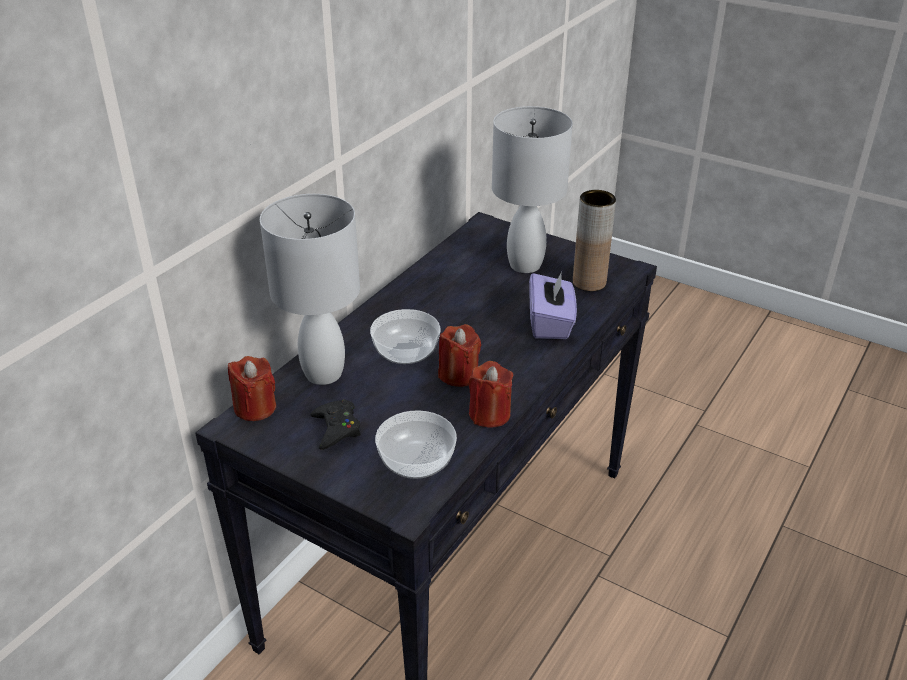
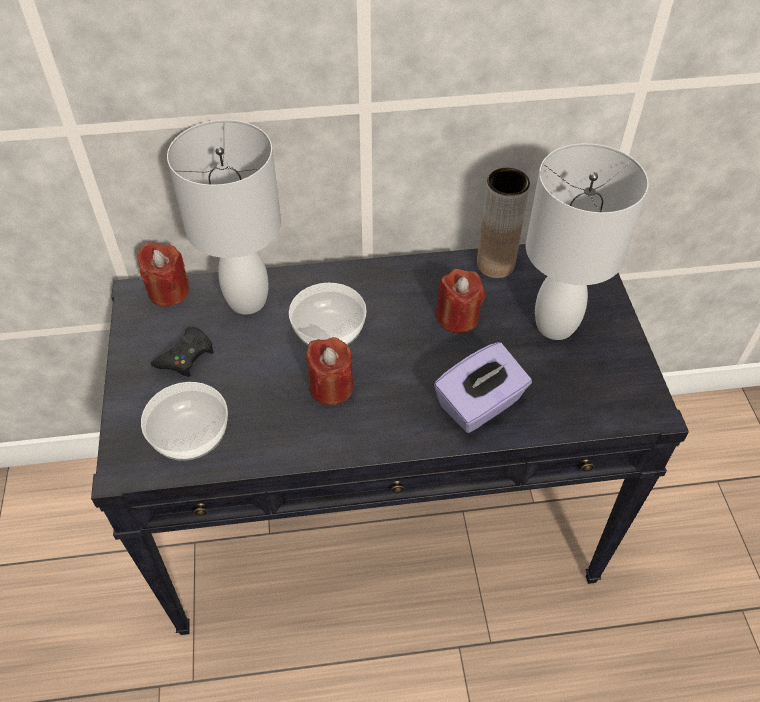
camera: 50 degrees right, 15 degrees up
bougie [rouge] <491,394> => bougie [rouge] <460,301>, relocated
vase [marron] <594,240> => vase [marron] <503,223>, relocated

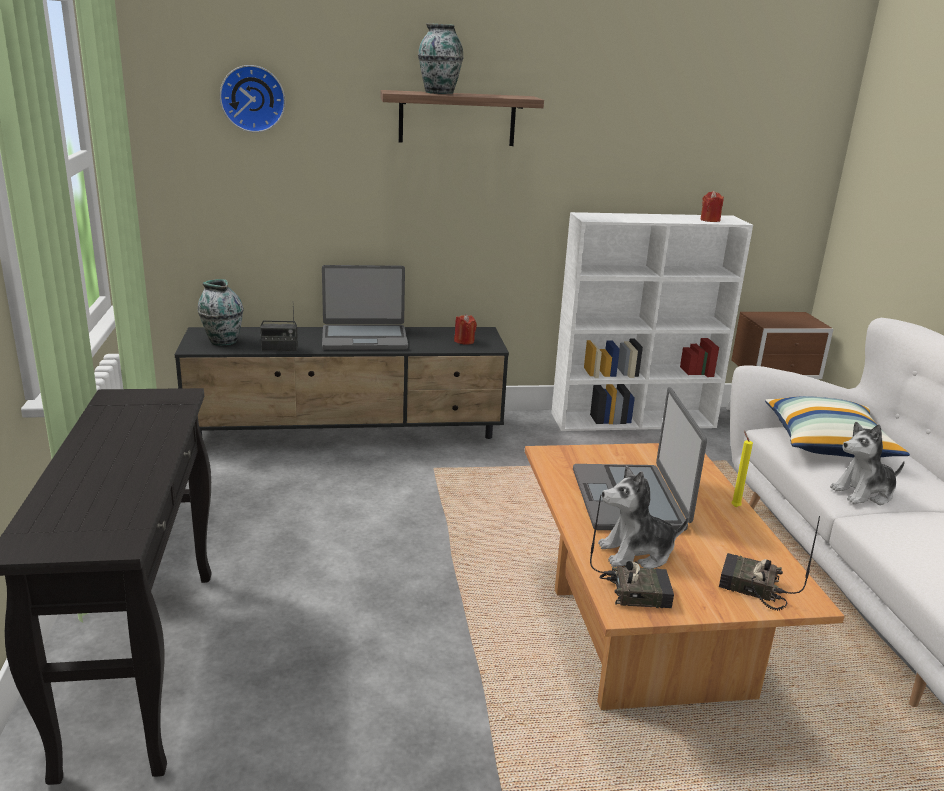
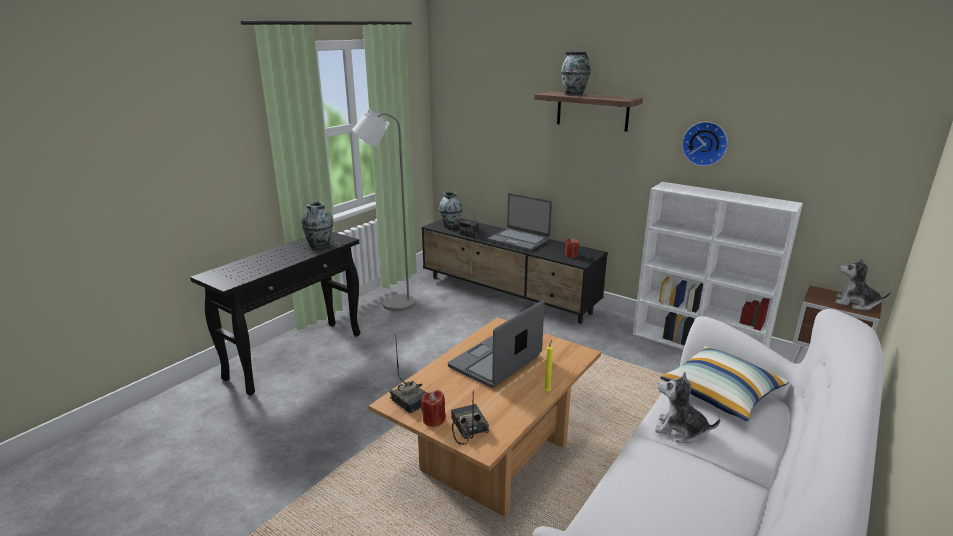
camera: 45 degrees right, 0 degrees up
nothing => vase <317,224>
nothing => lampadaire [gris] <383,209>
bougie [rouge] <712,206> => bougie [rouge] <433,408>, relocated
horloge murale <252,99> => horloge murale <705,144>, relocated
peluche <643,517> => peluche <863,284>, relocated

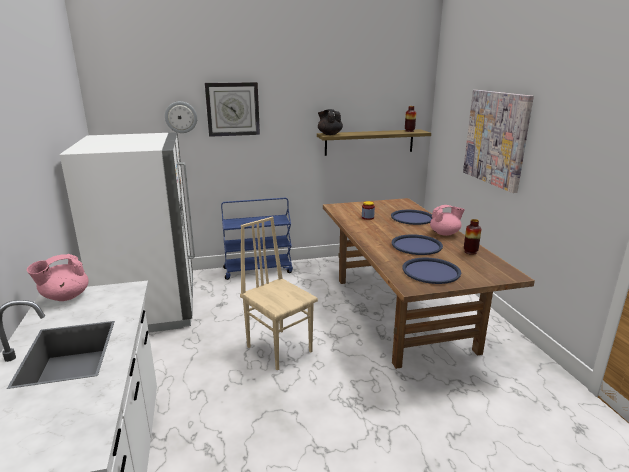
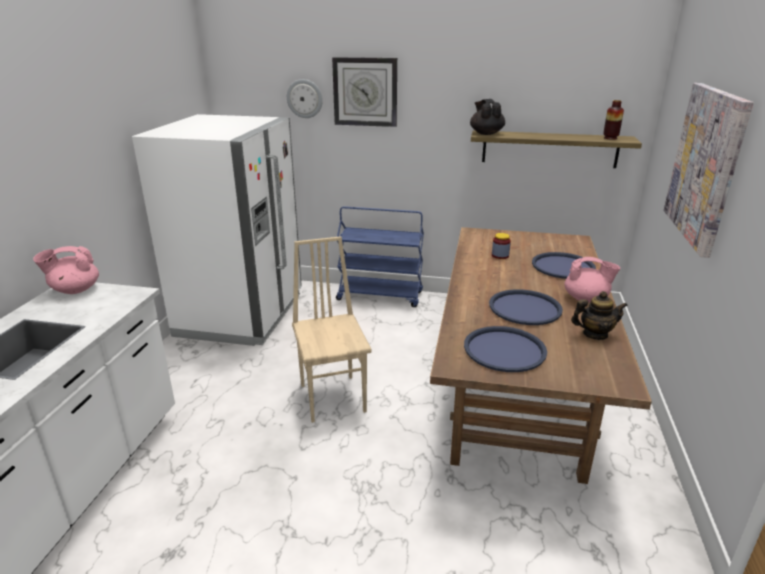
camera: 25 degrees right, 5 degrees up
vase <472,237> => théière <599,315>

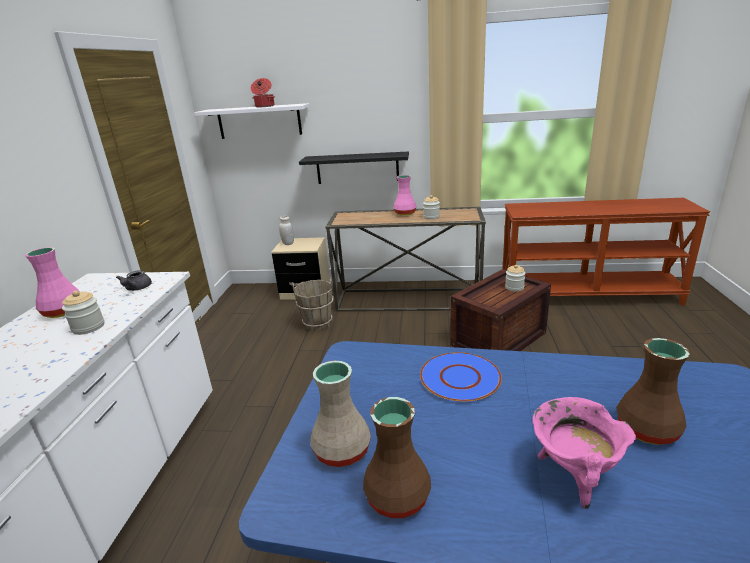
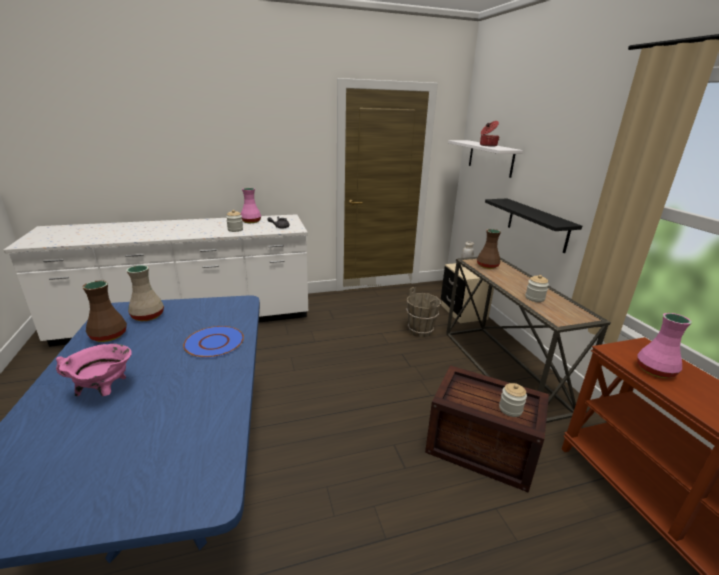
camera: 65 degrees right, 0 degrees up
vase [marron] <653,391> => vase [marron] <489,249>, relocated
vase [rose] <404,195> => vase [rose] <664,345>, relocated

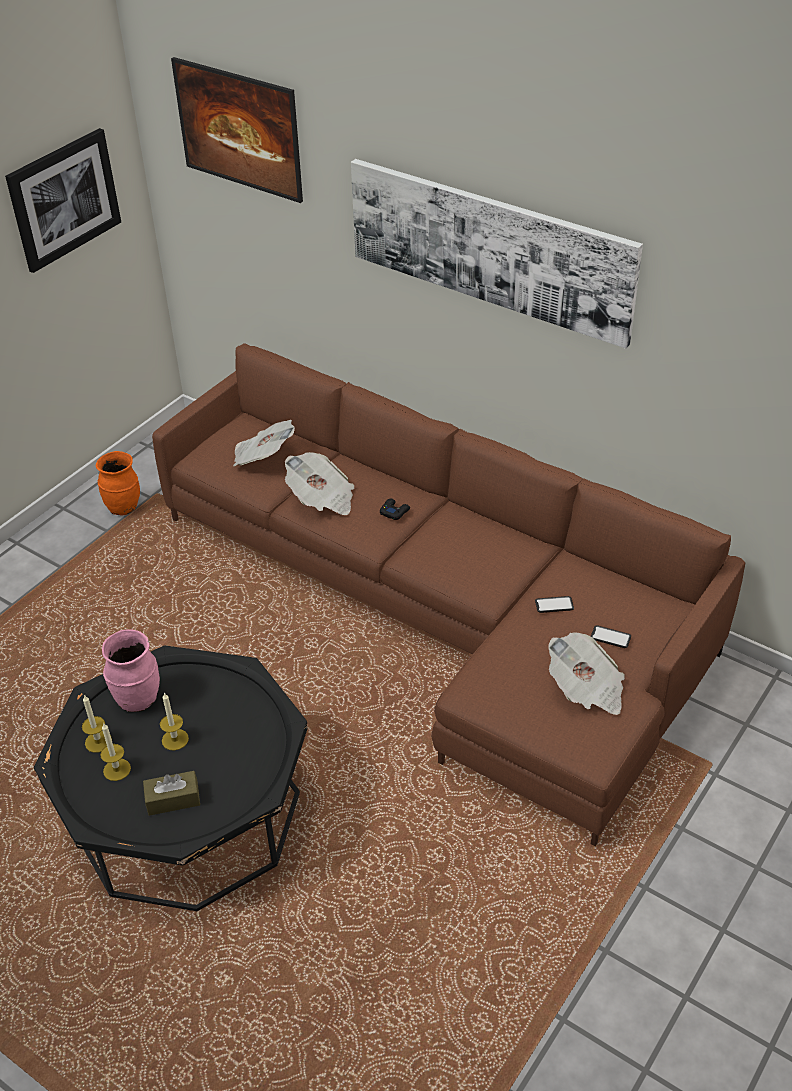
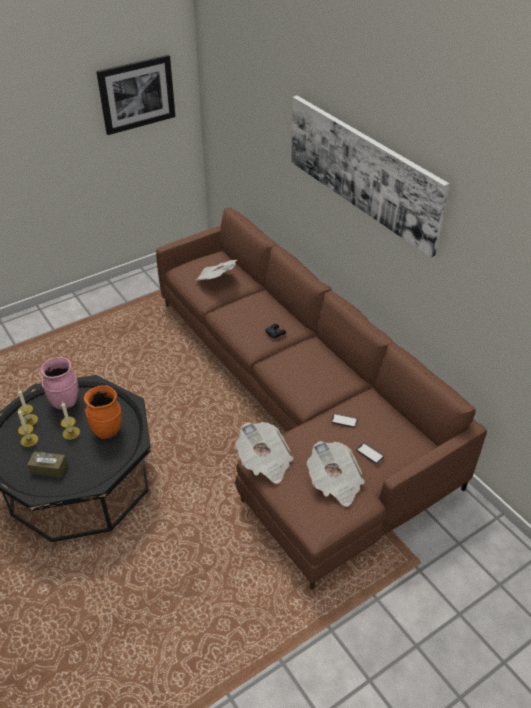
camera: 20 degrees right, 0 degrees up
vase [orange] <118,483> => vase [orange] <103,412>, relocated
journal <319,483> => journal <264,453>, relocated
tableau <237,130> => nothing

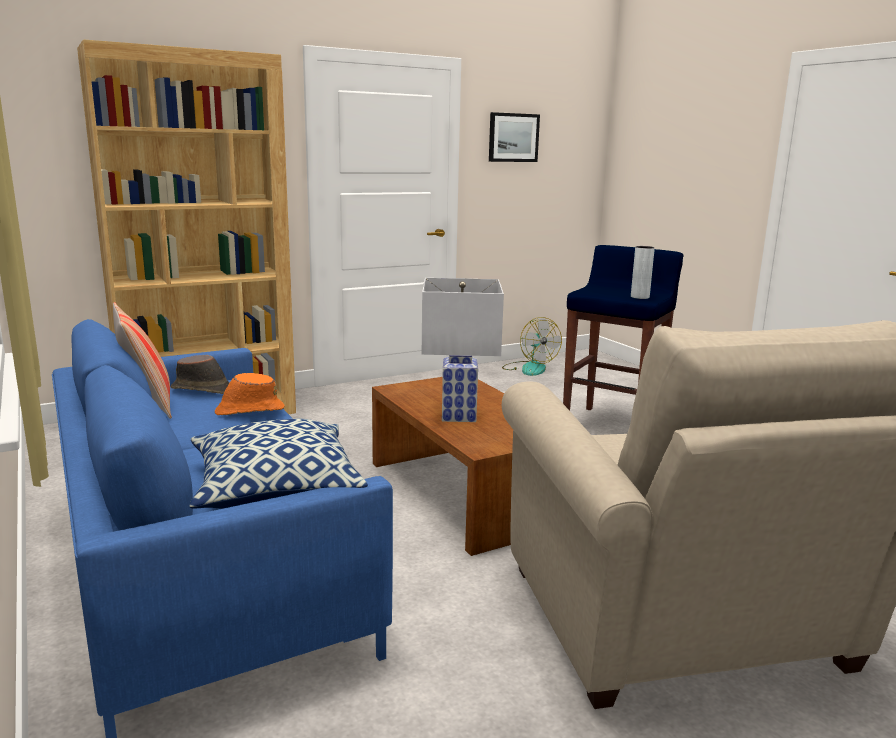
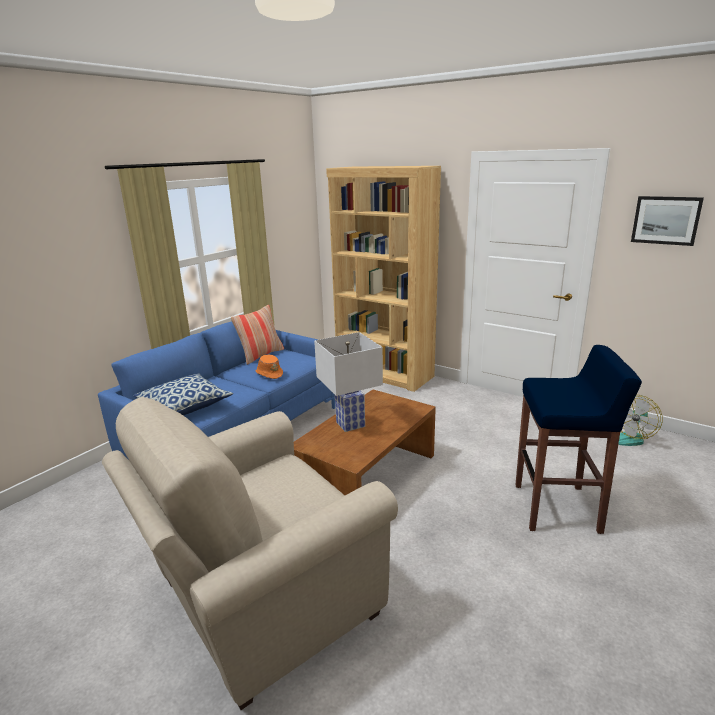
camera: 65 degrees right, 5 degrees up
chapeau [marron] <200,374> => nothing
vase [gris] <643,272> => nothing

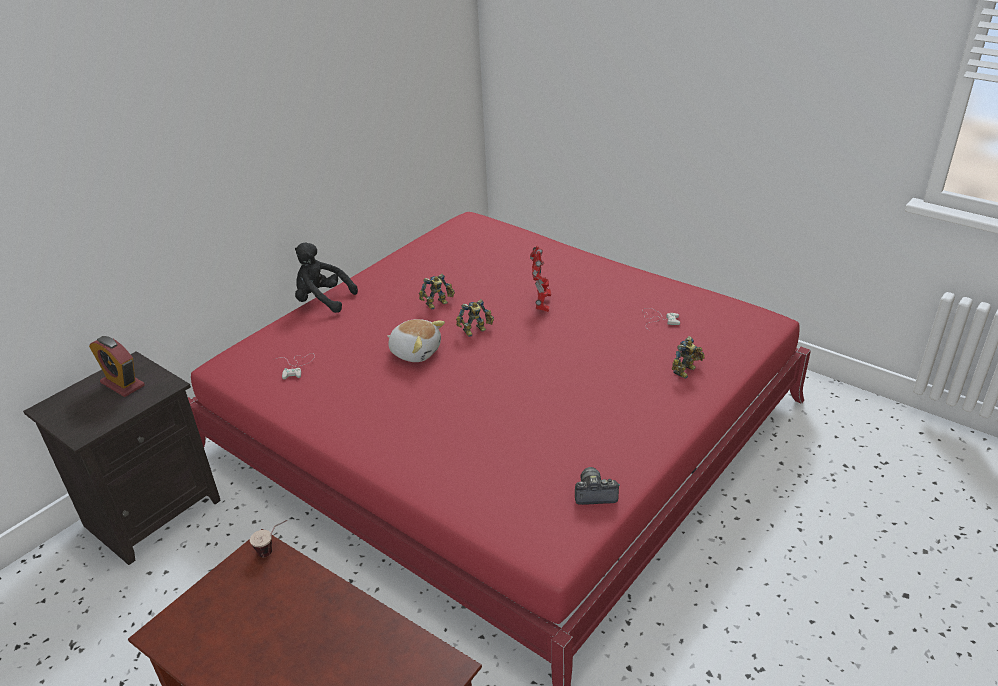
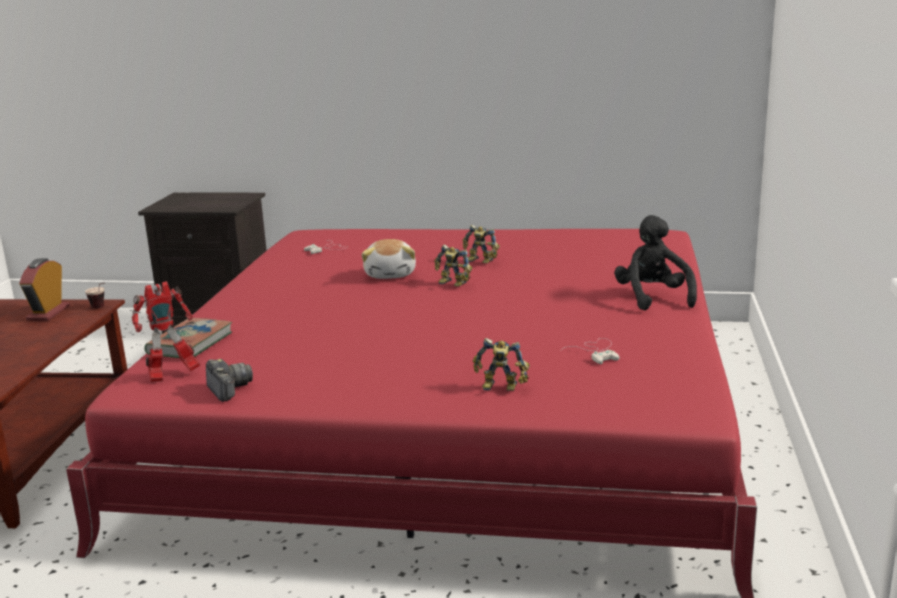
camera: 60 degrees right, 15 degrees down
réveil <117,366> => réveil <44,289>, relocated
robot jouet <540,278> => robot jouet <166,331>, relocated
nothing => livre <188,338>
peluche [noir] <326,278> => peluche [noir] <655,262>, relocated

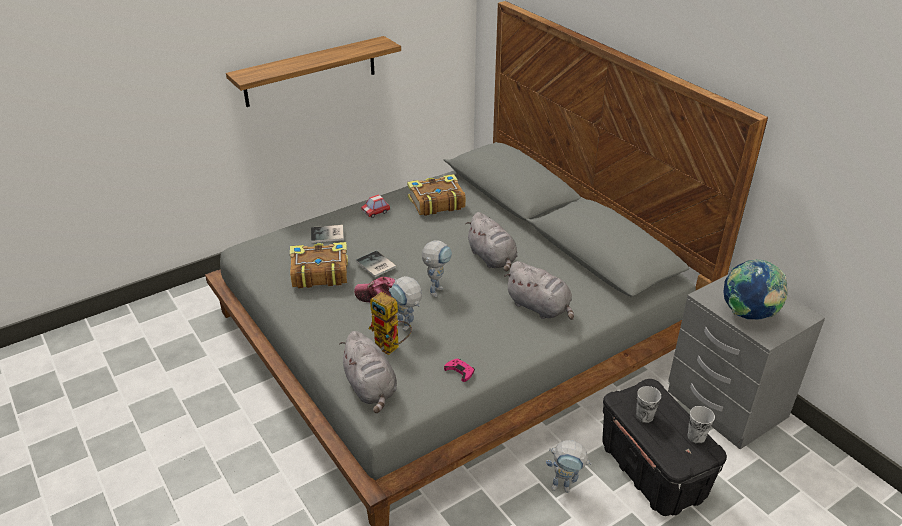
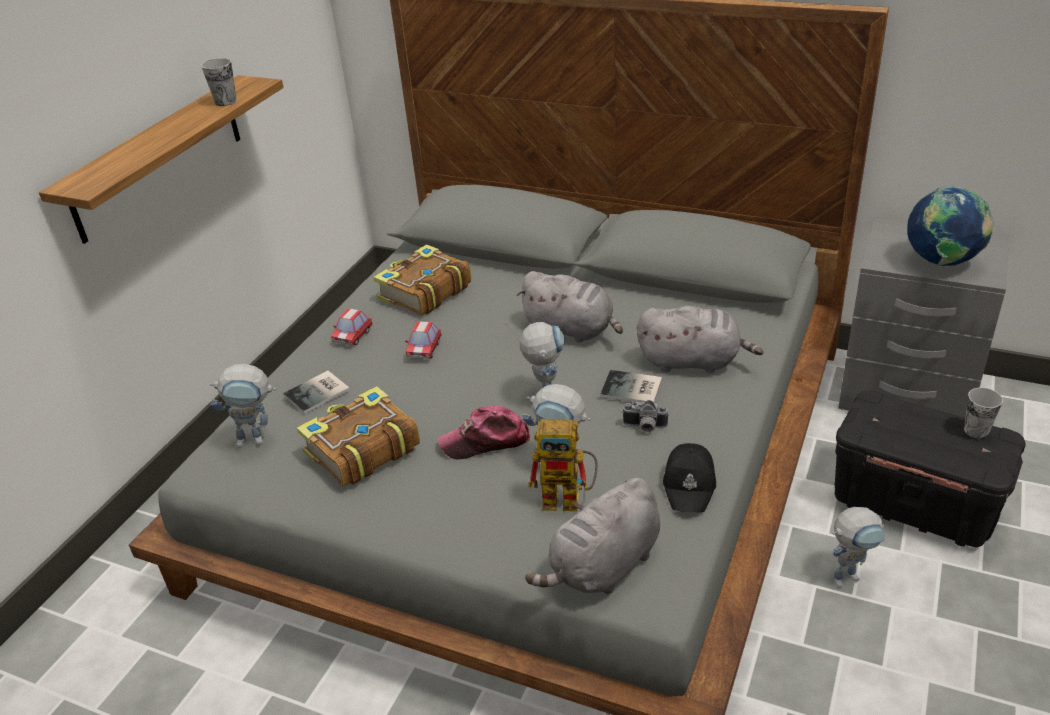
camera: 30 degrees left, 0 degrees up
tasse <648,404> => tasse <219,82>, relocated
nothing => robot jouet <243,406>
nothing => petite voiture <423,340>
peluche [gris] <368,372> => peluche [gris] <592,536>, 105 degrees clockwise
livre <376,264> => livre <631,386>, relocated
nothing => appareil photo <645,416>
manette [rose] <459,370> => casquette [noir] <689,477>

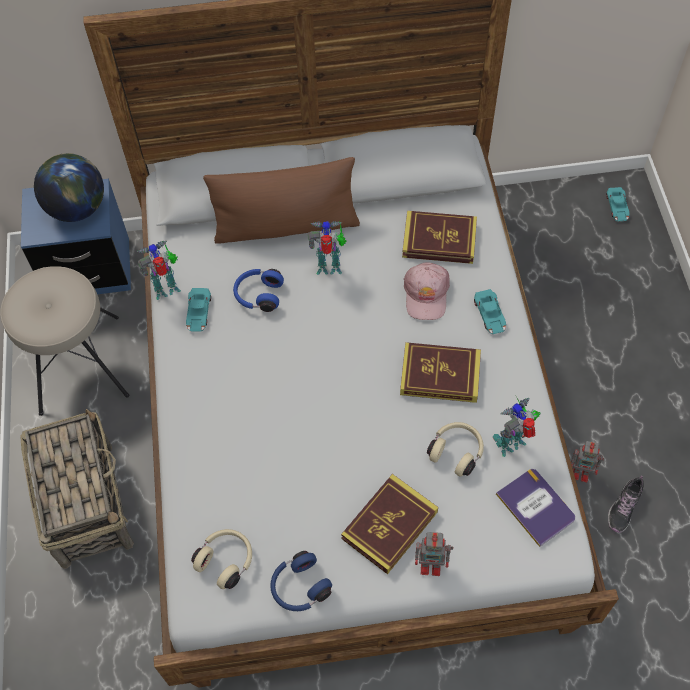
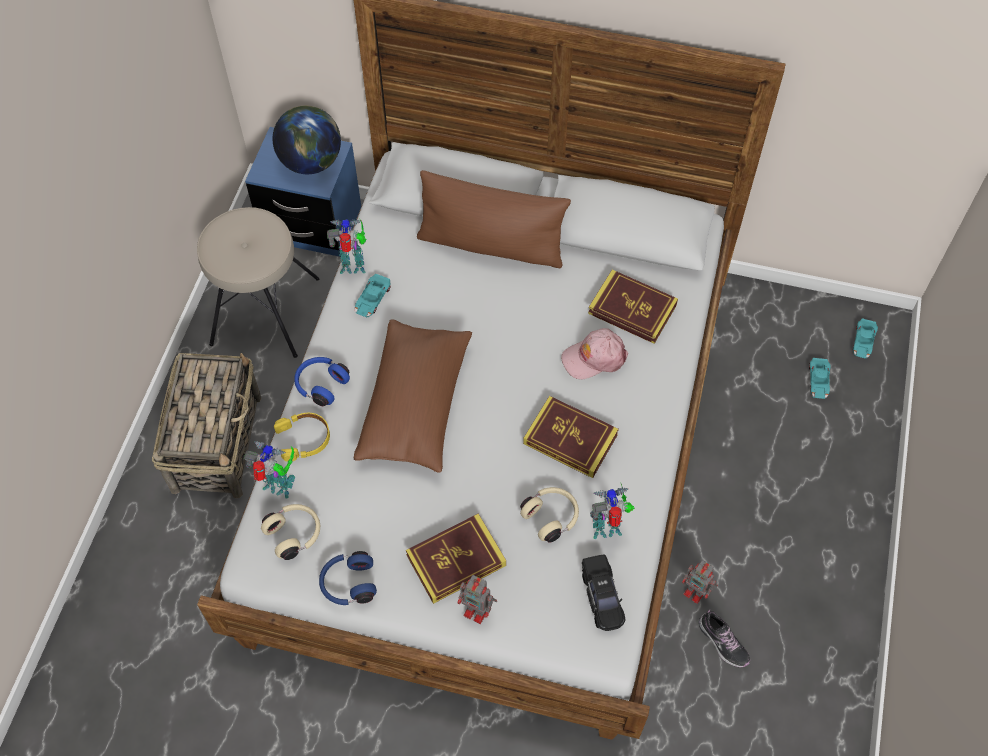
camera: 20 degrees right, 0 degrees up
robot jouet <327,248> => robot jouet <269,470>, relocated
nothing => casque audio [jaune] <302,437>
casque audio [bleu] <258,290> => casque audio [bleu] <322,381>, relocated
nothing => coussin [marron] <413,396>
casquette [rose] <427,291> => casquette [rose] <594,354>, 45 degrees clockwise
livre <535,508> => petite voiture [noir] <604,592>
chaussure <626,504> => chaussure <724,639>, 90 degrees counterclockwise
petite voiture [turquoise] <490,311> => petite voiture [turquoise] <820,378>, relocated

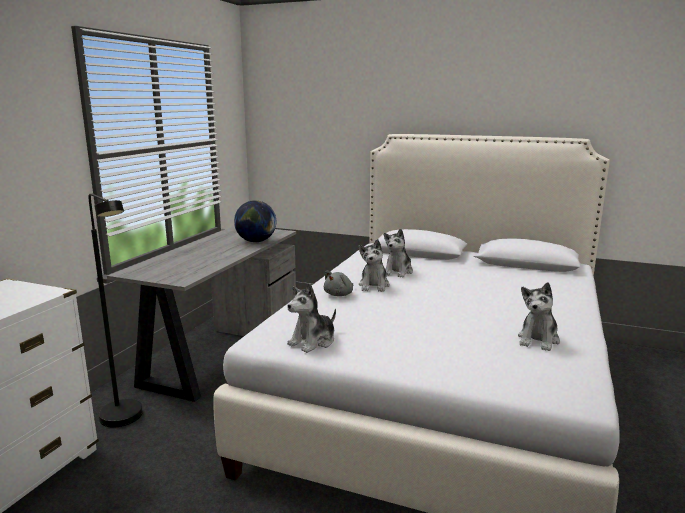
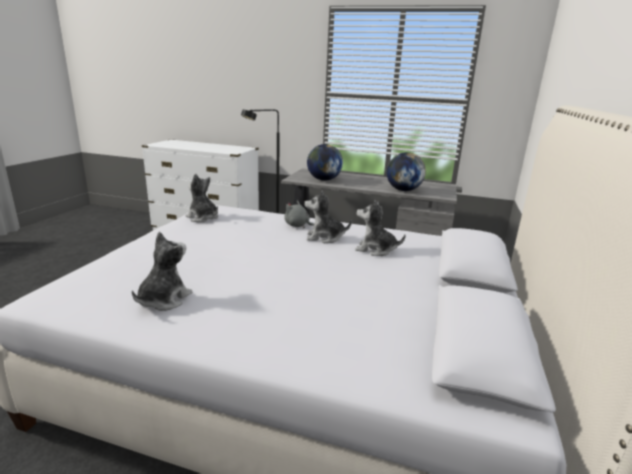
camera: 85 degrees right, 5 degrees up
peluche <539,316> => peluche <162,271>, 90 degrees clockwise
nothing => globe <325,162>

